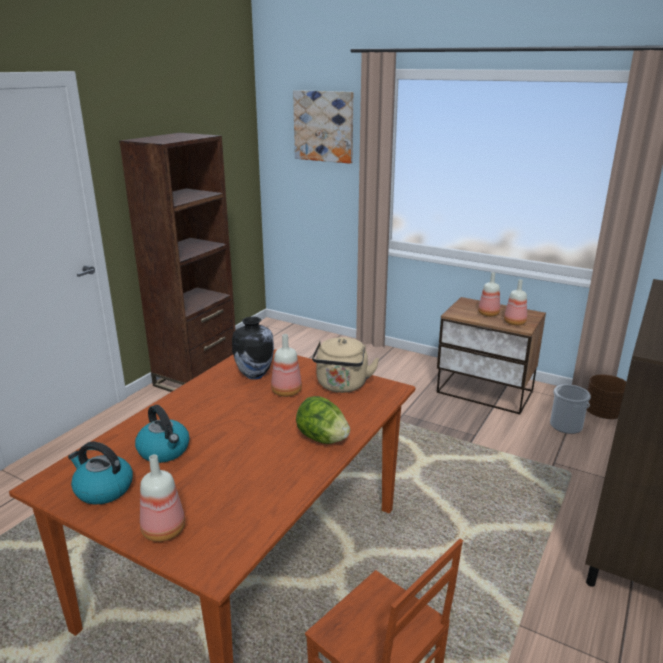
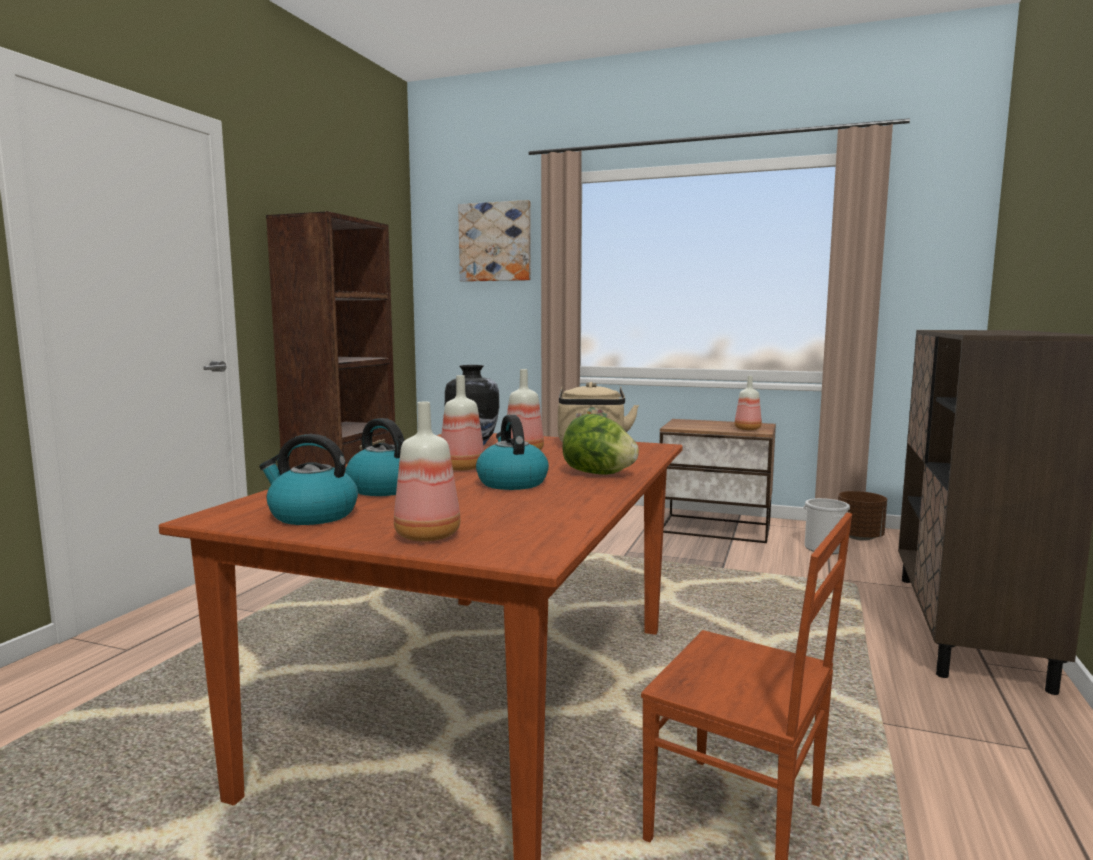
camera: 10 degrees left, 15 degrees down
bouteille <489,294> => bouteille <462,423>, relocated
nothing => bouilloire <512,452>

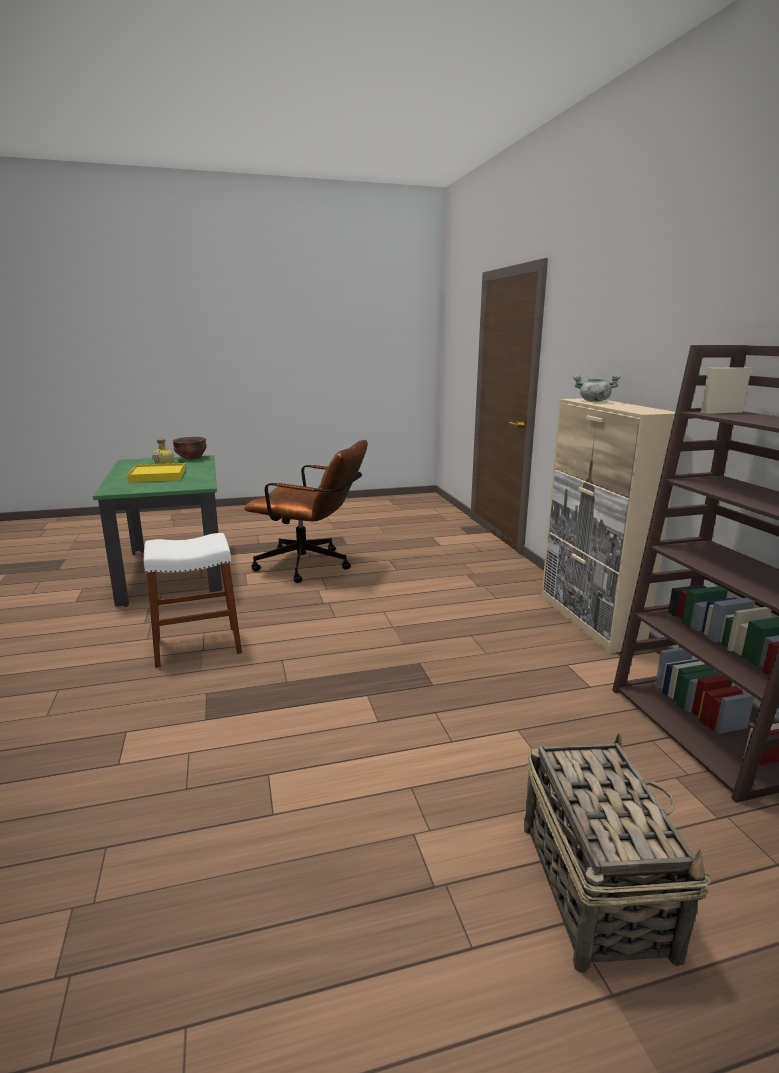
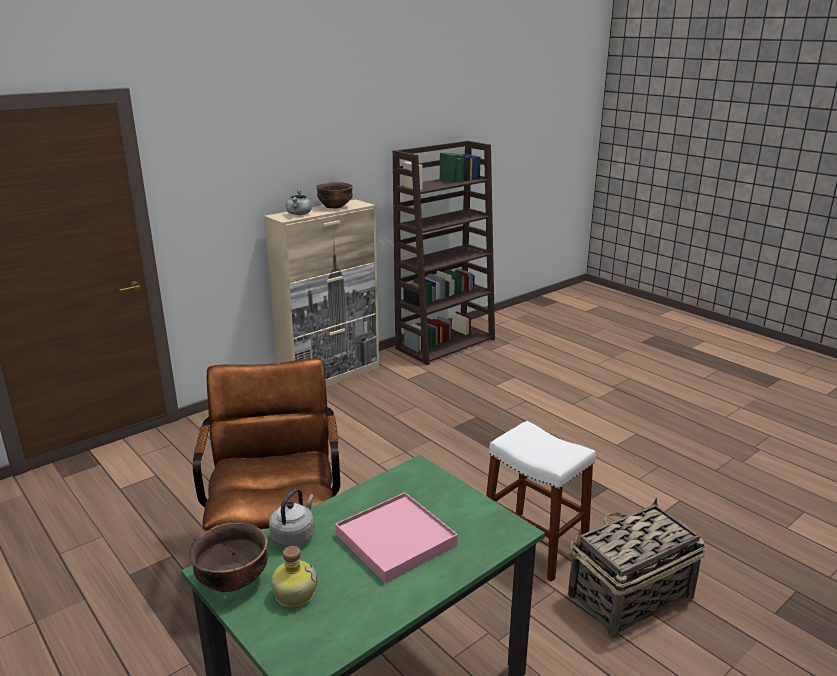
camera: 115 degrees left, 5 degrees up
nothing => bouilloire [gris] <291,517>
nothing => bol [marron] <334,195>
plateau [jaune] <156,472> => plateau [rose] <396,537>
panier <617,853> => panier <637,568>, relocated

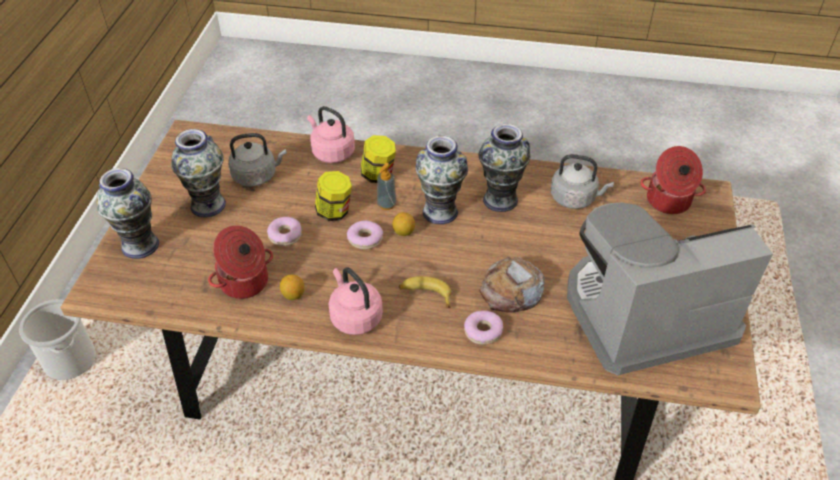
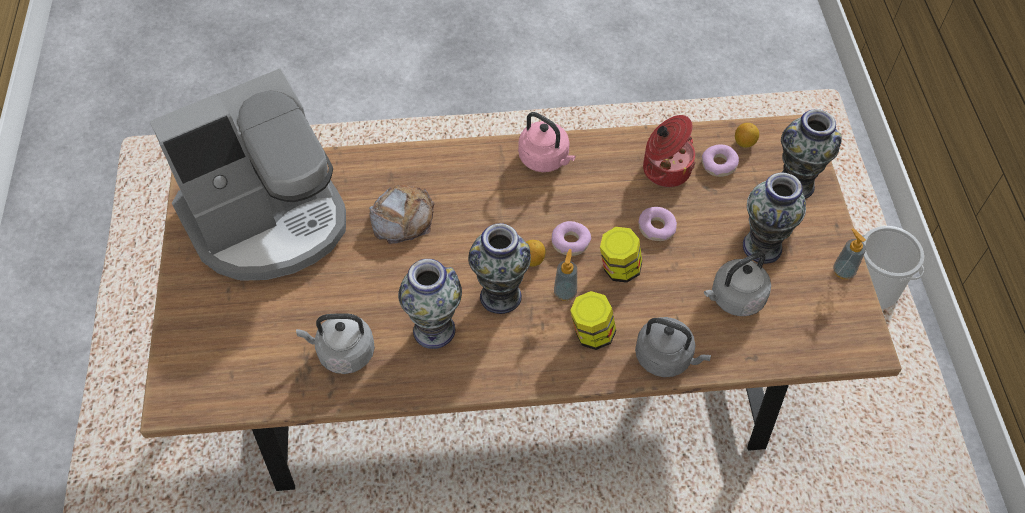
camera: 165 degrees right, 10 degrees up
bouilloire [rose] <331,134> => bouilloire [gris] <673,347>
beignet <483,328> => beignet <720,160>, relocated
citron <292,287> => citron <747,135>, relocated
nothing => distributeur de savon <849,254>
banane <425,292> => nothing
marmite <673,180> => nothing

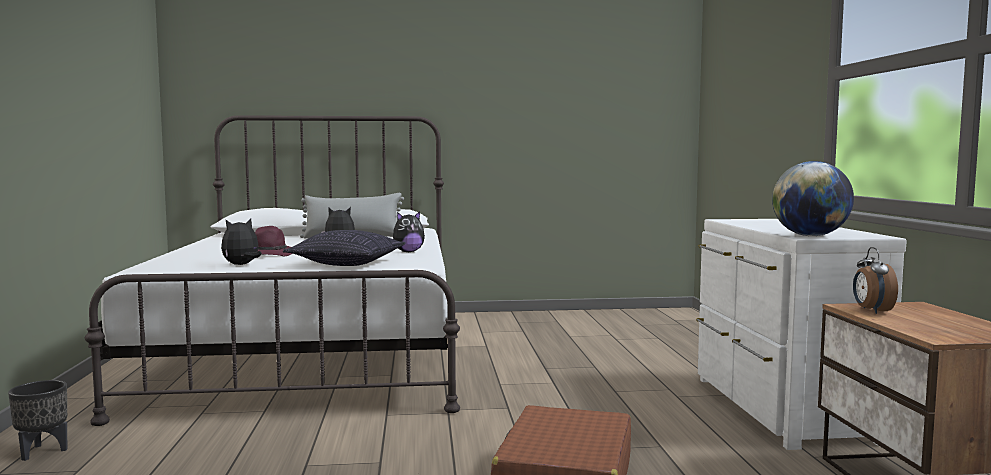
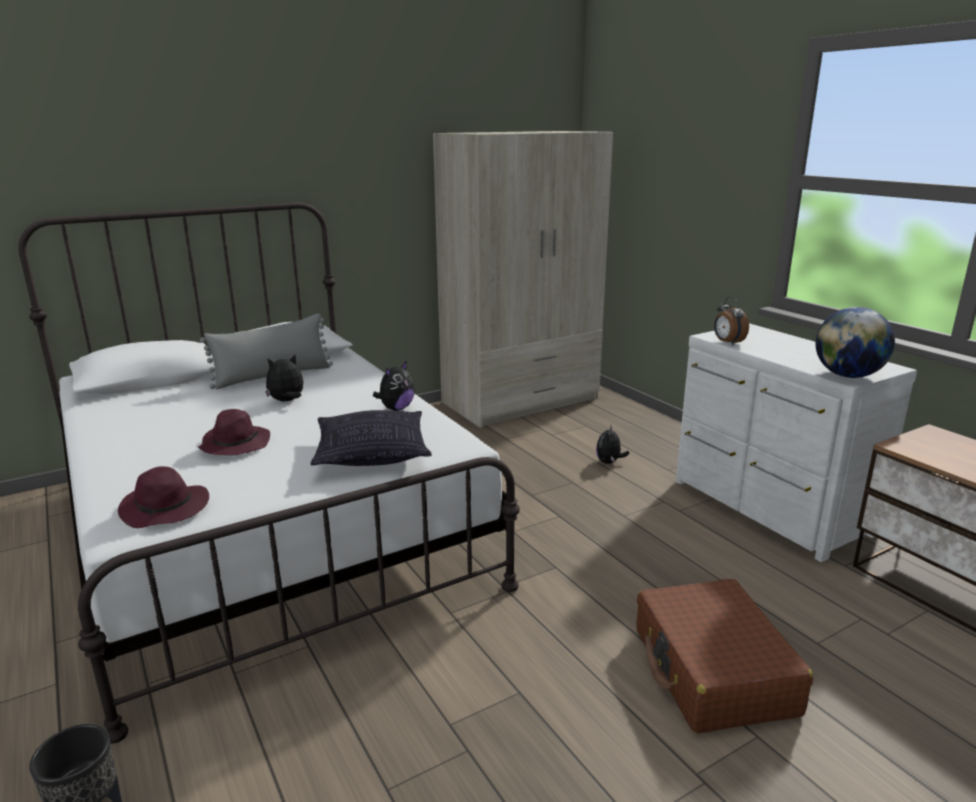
camera: 25 degrees left, 15 degrees up
nothing => chapeau [violet] <163,497>
nothing => armoire [beige] <523,279>
peluche <241,241> => peluche <612,445>, relocated
réveil <875,280> => réveil <731,321>, relocated

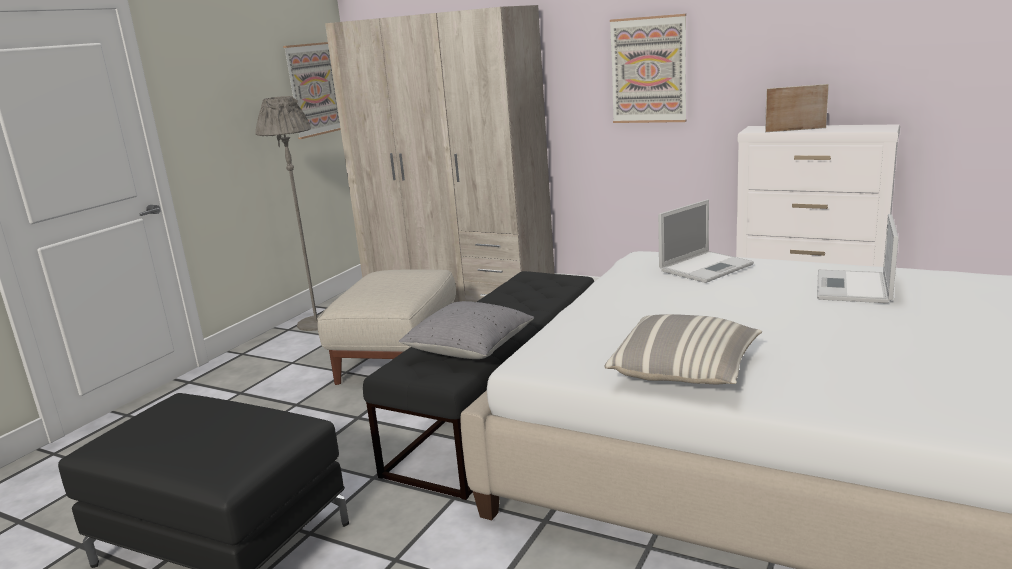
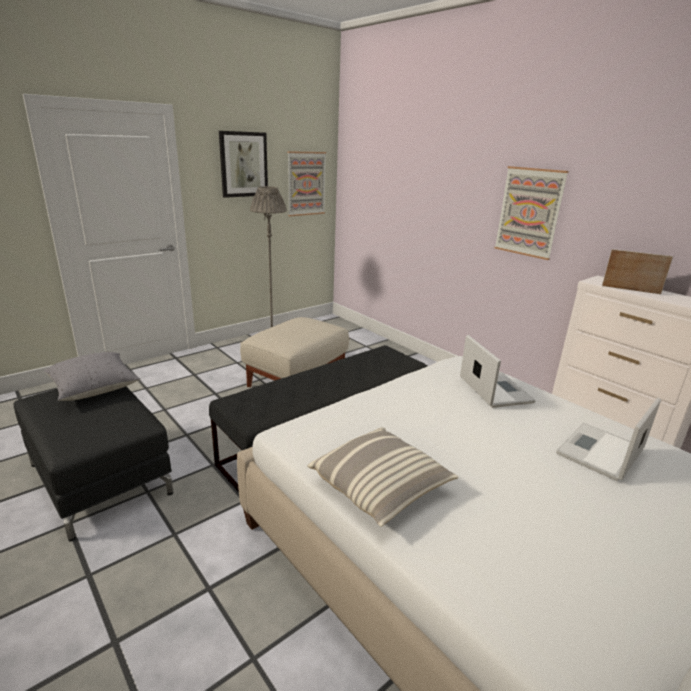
camera: 20 degrees right, 5 degrees up
coussin [gris] <466,330> => coussin [gris] <92,376>, relocated
nothing => tableau <243,164>
ordinateur portable <706,241> => ordinateur portable <498,371>, 90 degrees counterclockwise
armoire [beige] <440,153> => nothing

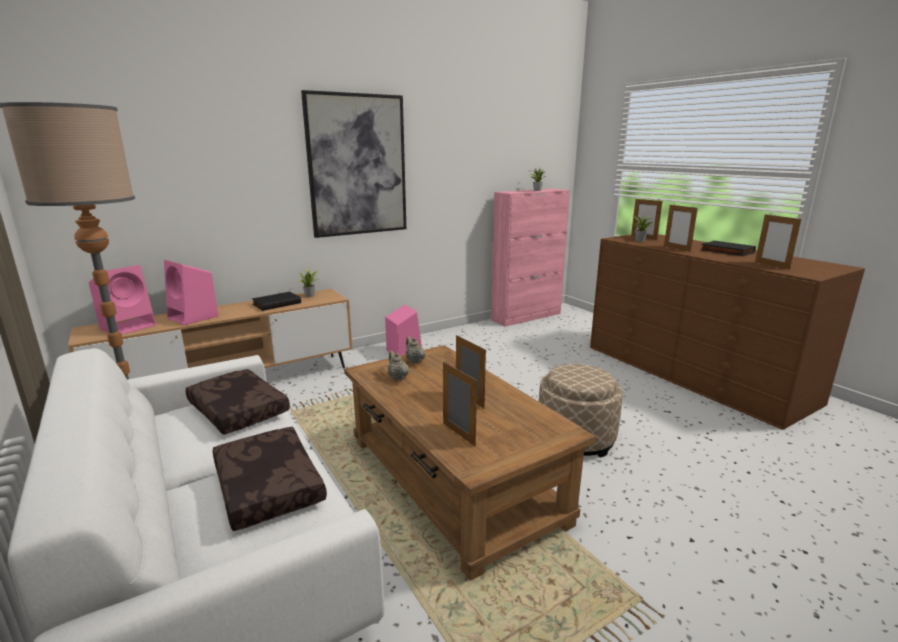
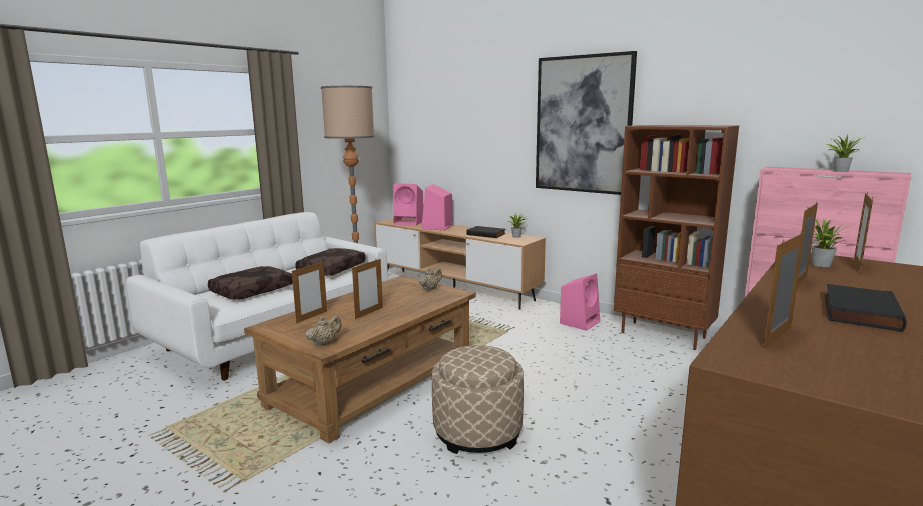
camera: 70 degrees right, 5 degrees down
théière [beige] <398,365> => théière [beige] <324,330>, relocated
nothing => bibliothèque [marron] <676,237>

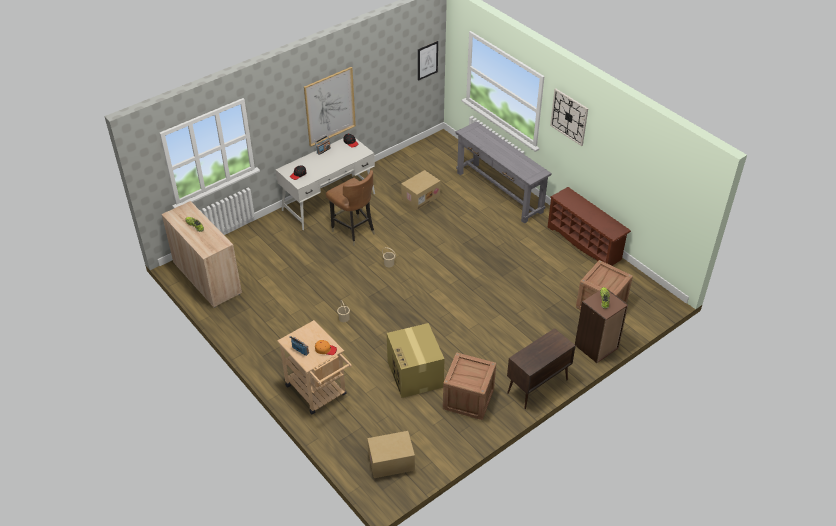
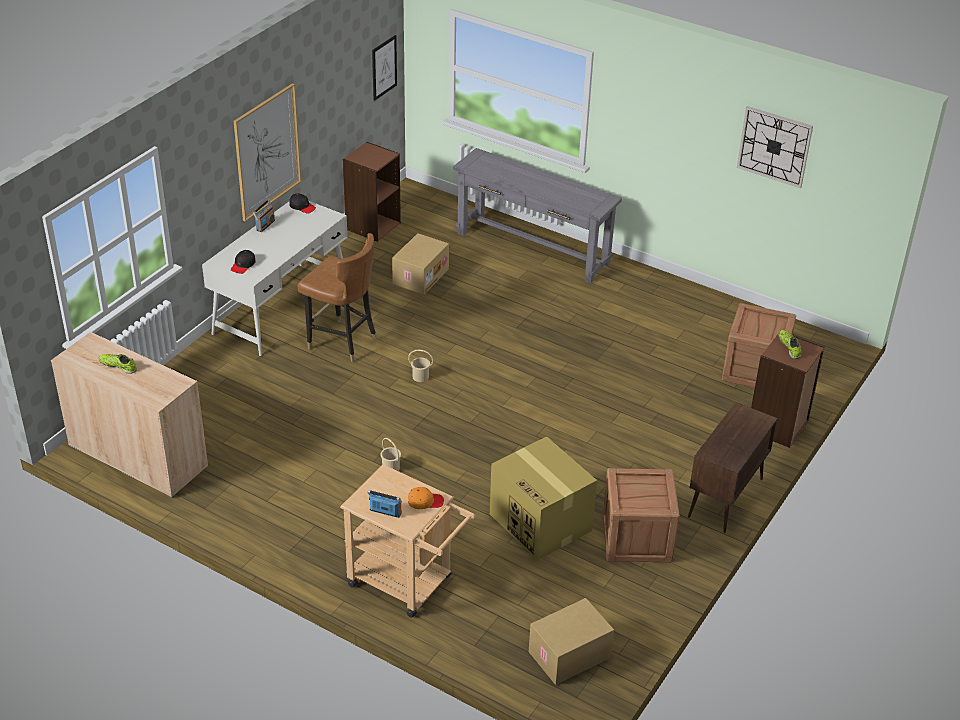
camera: 20 degrees left, 5 degrees down
nothing => bibliothèque [marron] <371,192>
horloge murale <569,117> => horloge murale <775,147>, relocated
étagère à chaussures [marron] <589,226> => nothing

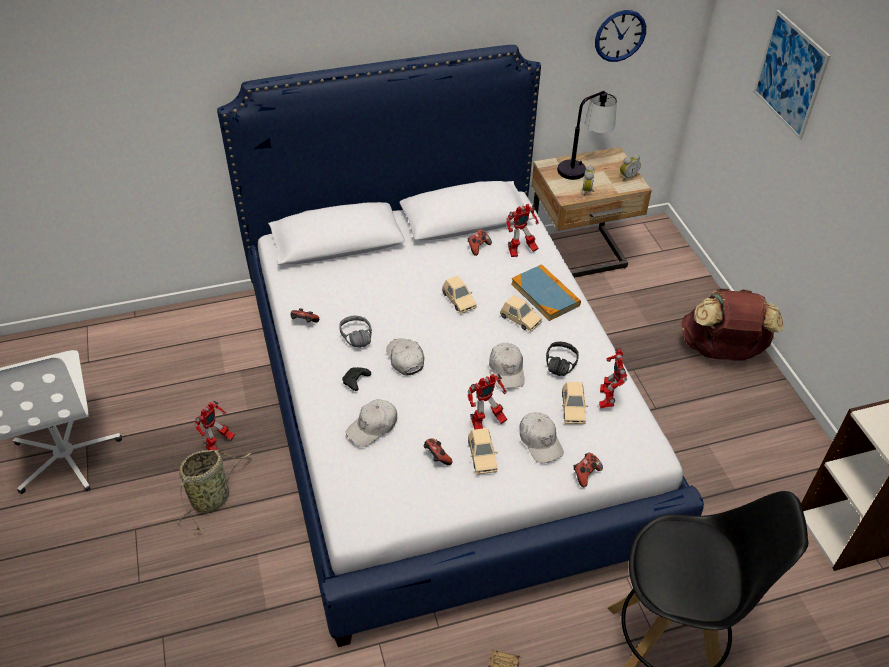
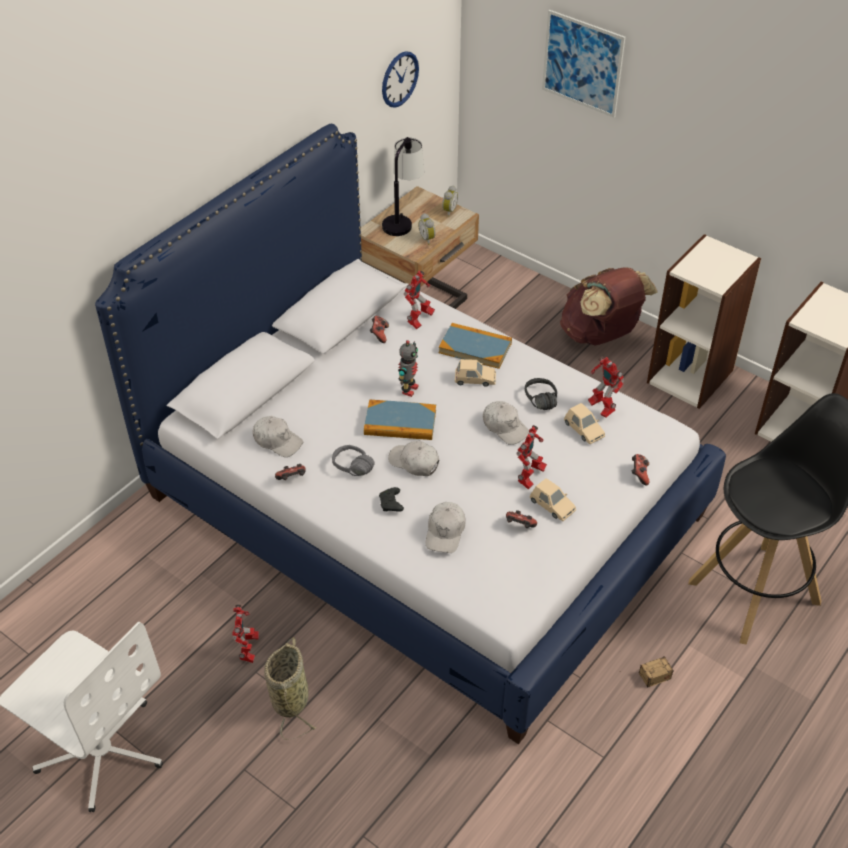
camera: 35 degrees left, 0 degrees up
casquette [blanc] <542,437> => casquette [blanc] <277,436>, relocated
nothing => livre <400,420>
petite voiture [beige] <459,295> => robot jouet <408,368>
nothing => bibliothèque <704,321>

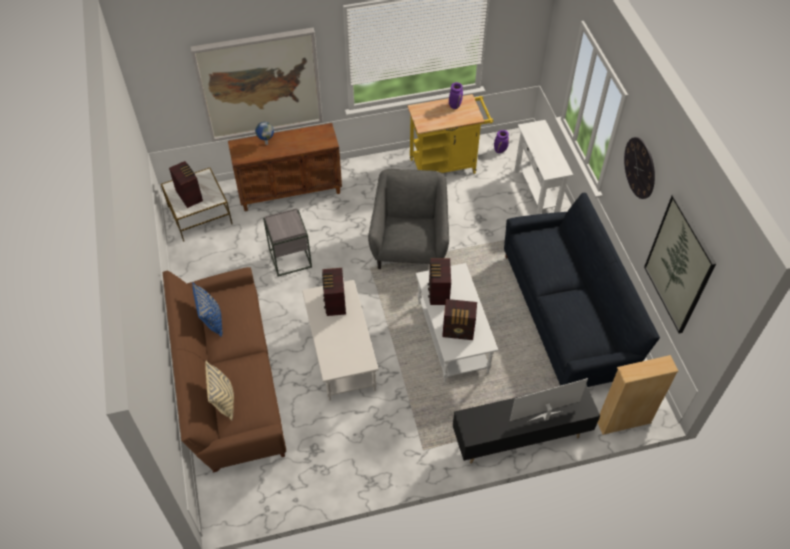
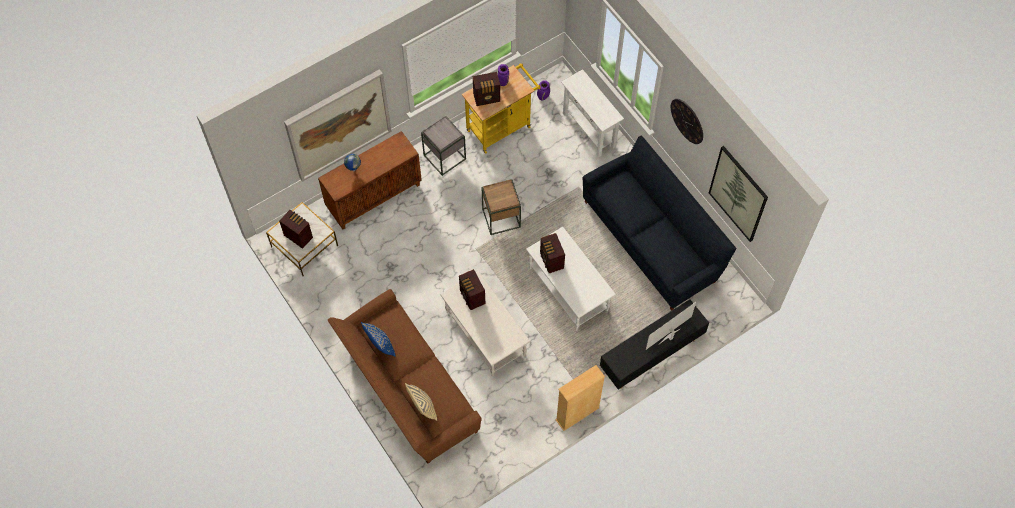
camera: 20 degrees left, 10 degrees up
table d'appoint [gris] <287,242> => table d'appoint [gris] <443,146>, relocated
radio <459,319> => radio <486,89>, relocated
fauteuil [gris] <408,219> => table d'appoint [marron] <501,207>
bibliothèque [beige] <638,395> => bibliothèque [beige] <580,398>, relocated

